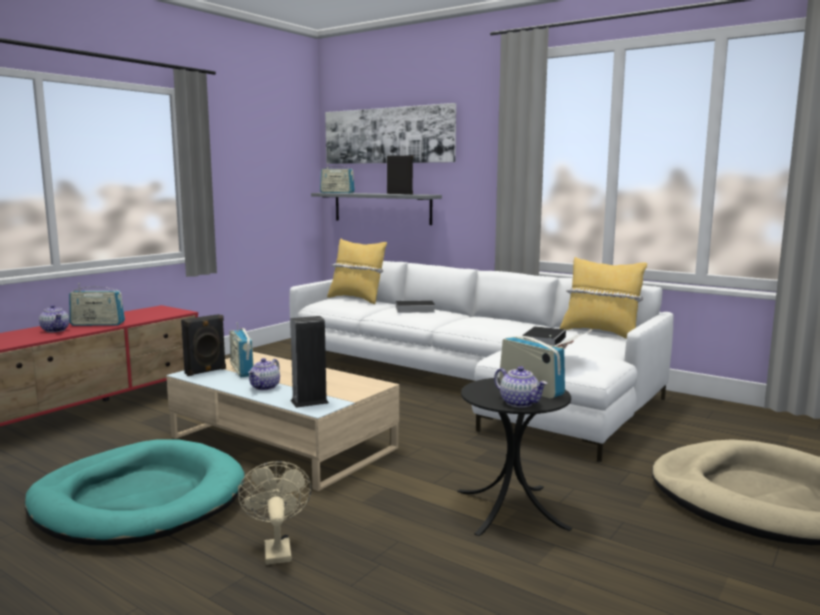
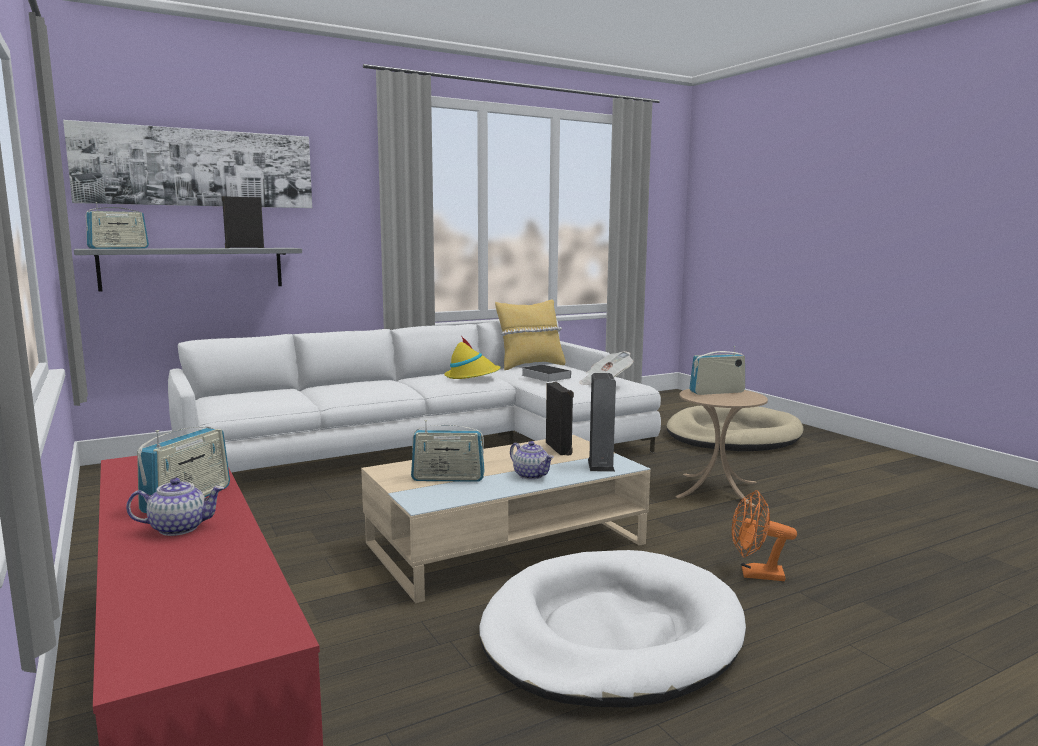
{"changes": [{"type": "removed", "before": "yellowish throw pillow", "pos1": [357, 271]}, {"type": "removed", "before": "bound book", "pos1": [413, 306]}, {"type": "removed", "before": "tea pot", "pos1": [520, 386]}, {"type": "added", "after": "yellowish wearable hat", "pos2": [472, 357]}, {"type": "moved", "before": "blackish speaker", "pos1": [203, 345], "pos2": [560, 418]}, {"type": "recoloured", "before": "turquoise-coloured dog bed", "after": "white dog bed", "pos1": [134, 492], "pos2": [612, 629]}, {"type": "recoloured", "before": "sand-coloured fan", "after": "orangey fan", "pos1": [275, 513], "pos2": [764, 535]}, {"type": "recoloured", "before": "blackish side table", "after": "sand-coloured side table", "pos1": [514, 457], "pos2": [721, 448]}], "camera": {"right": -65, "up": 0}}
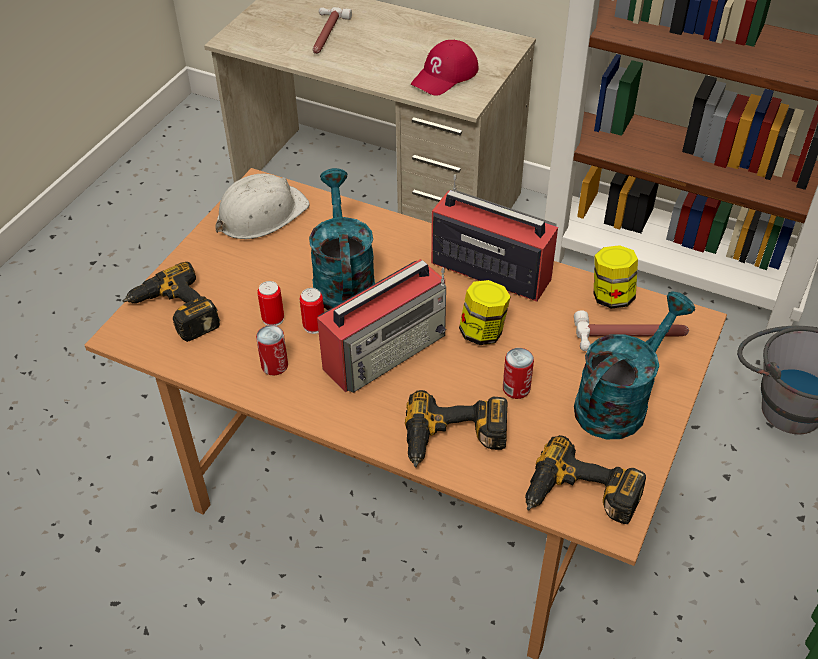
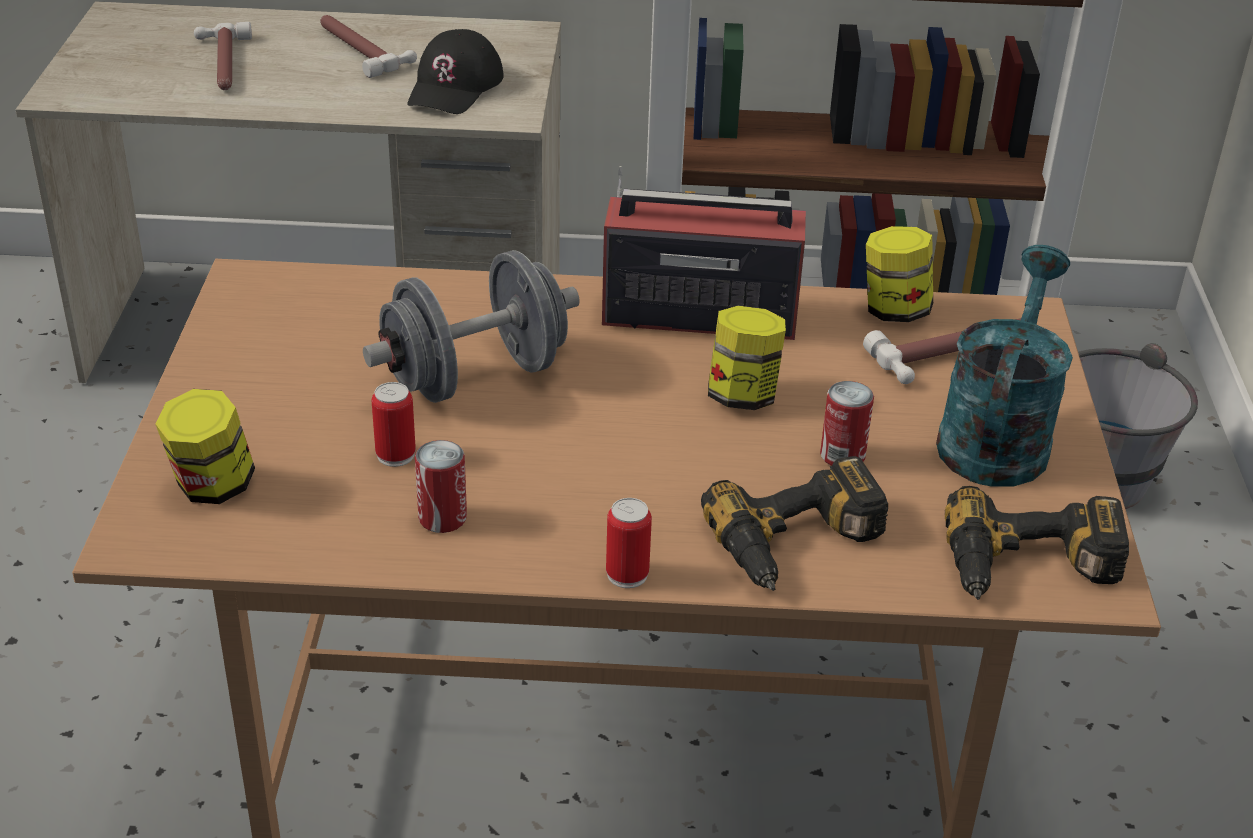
{"changes": [{"type": "removed", "before": "white safety helmet", "pos1": [262, 206]}, {"type": "removed", "before": "radio receiver", "pos1": [381, 326]}, {"type": "added", "after": "tool hammer", "pos2": [368, 46]}, {"type": "moved", "before": "metal can", "pos1": [312, 311], "pos2": [629, 543]}, {"type": "replaced", "before": "power drill", "after": "storage jar", "pos1": [171, 302], "pos2": [205, 446]}, {"type": "replaced", "before": "turquoise-coloured watering pot", "after": "grey dumbbell", "pos1": [342, 239], "pos2": [471, 326]}, {"type": "recoloured", "before": "red-coloured cap", "after": "blackish cap", "pos1": [445, 68], "pos2": [455, 71]}], "camera": {"right": -25, "up": -10}}
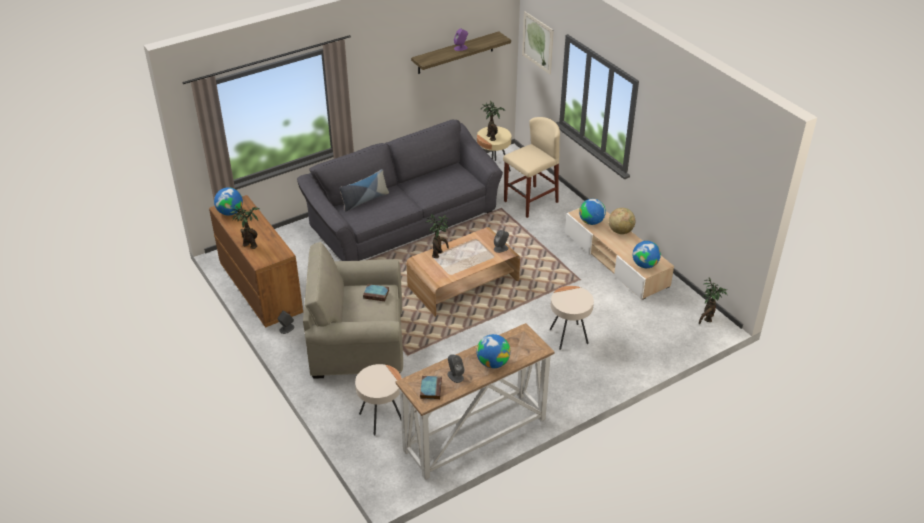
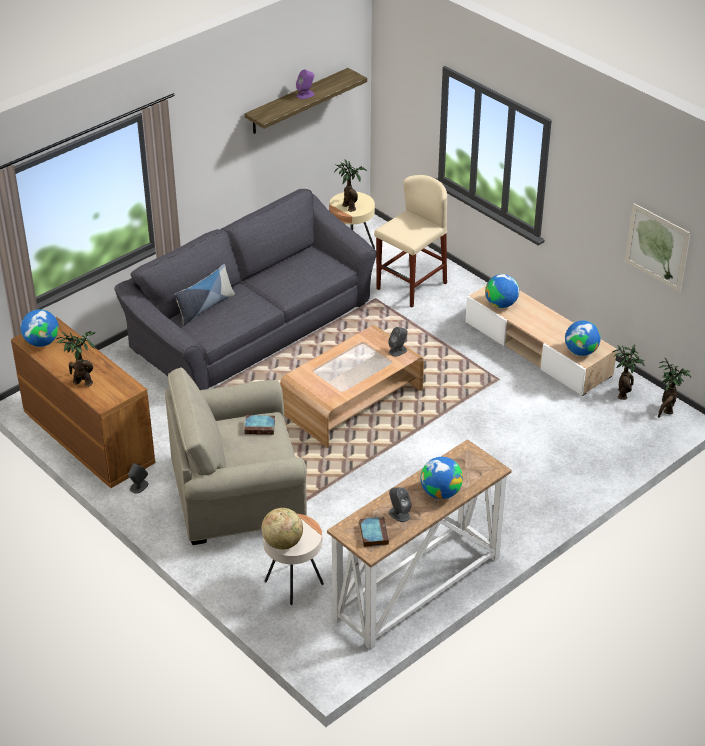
{"changes": [{"type": "removed", "before": "sand-coloured side table", "pos1": [572, 318]}, {"type": "moved", "before": "potted plant", "pos1": [437, 236], "pos2": [629, 372]}, {"type": "moved", "before": "wall art", "pos1": [538, 42], "pos2": [658, 247]}, {"type": "moved", "before": "globe", "pos1": [622, 221], "pos2": [282, 529]}], "camera": {"right": -10, "up": 0}}
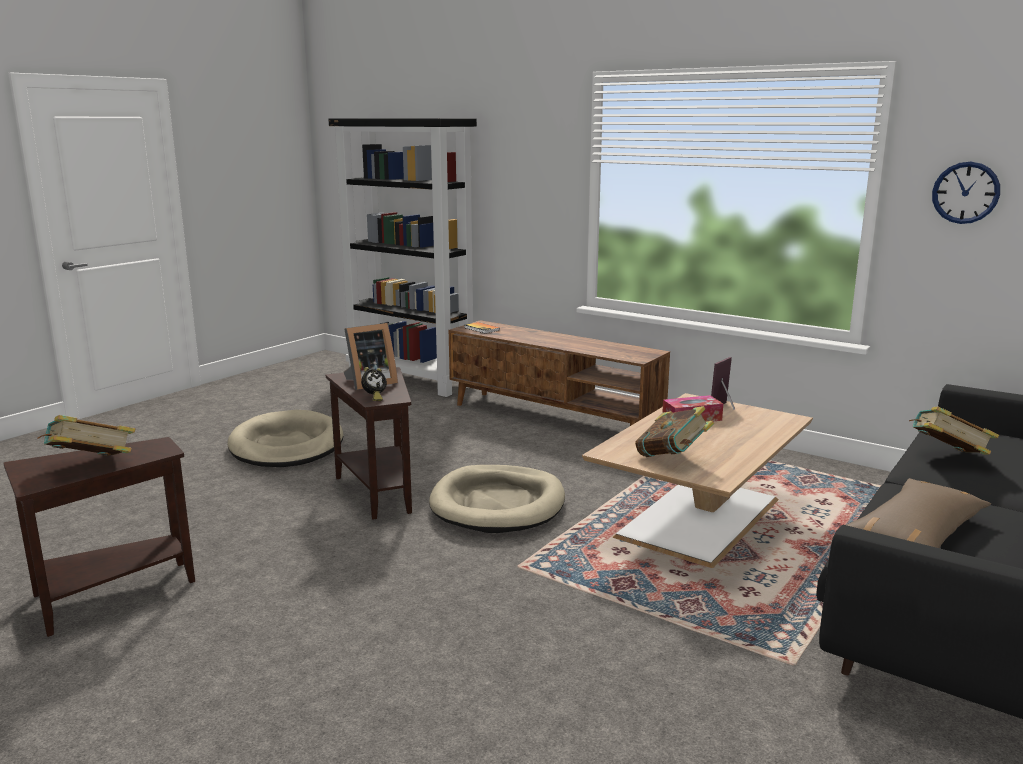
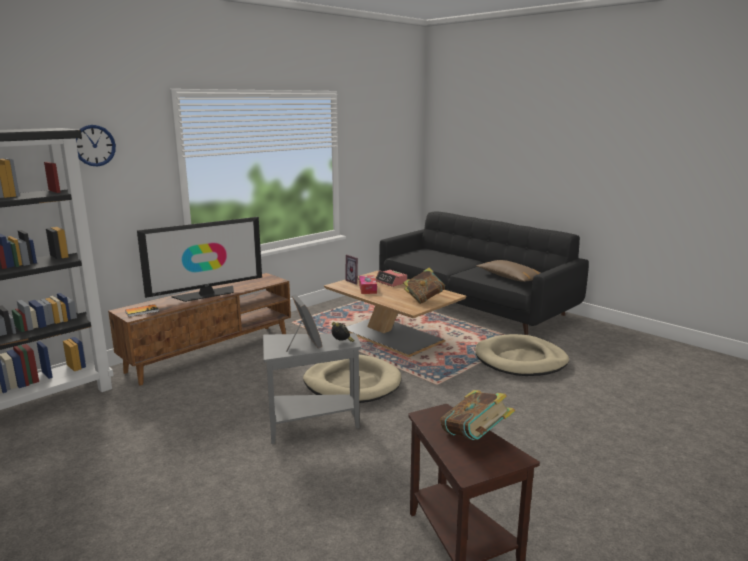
{"changes": [{"type": "removed", "before": "bound book", "pos1": [954, 430]}, {"type": "added", "after": "television", "pos2": [199, 259]}, {"type": "added", "after": "alarm clock", "pos2": [391, 278]}, {"type": "moved", "before": "sand-coloured dog bed", "pos1": [285, 438], "pos2": [522, 355]}, {"type": "moved", "before": "hanging clock", "pos1": [966, 193], "pos2": [96, 145]}, {"type": "recoloured", "before": "brown-coloured side table", "after": "grey side table", "pos1": [369, 443], "pos2": [312, 388]}], "camera": {"right": -80, "up": 0}}
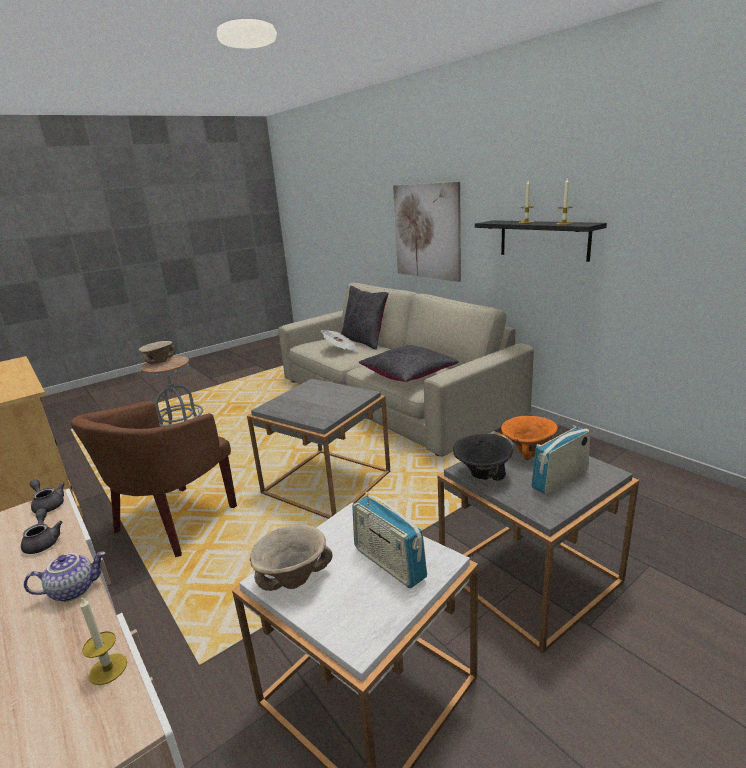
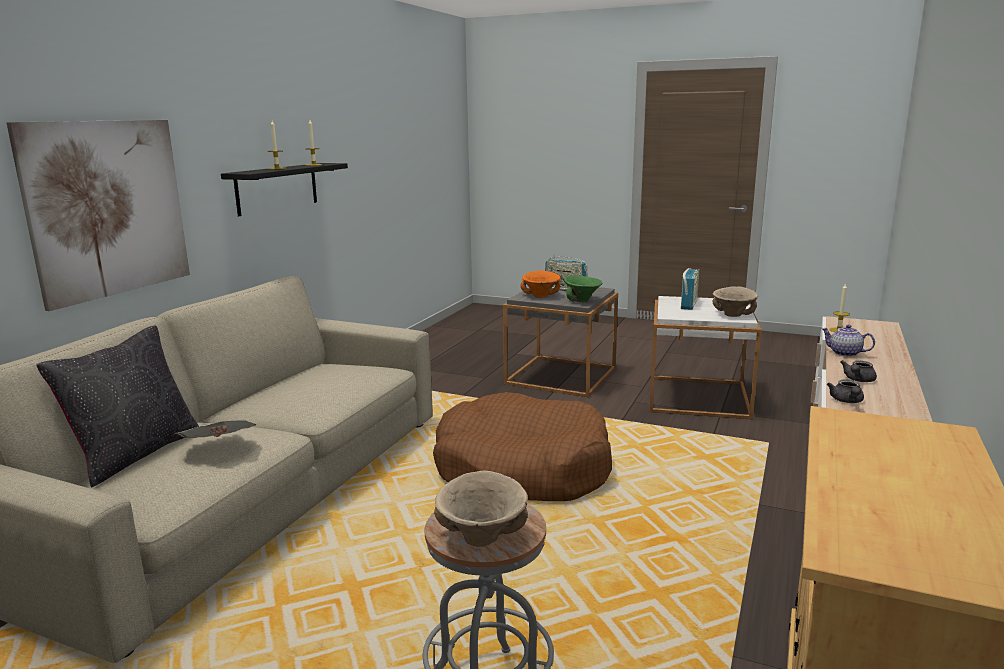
{"changes": [{"type": "removed", "before": "brown-coloured armchair", "pos1": [154, 479]}, {"type": "removed", "before": "blackish throw pillow", "pos1": [409, 363]}, {"type": "replaced", "before": "grey side table", "after": "brown-coloured dog bed", "pos1": [318, 449], "pos2": [522, 446]}, {"type": "recoloured", "before": "blackish bowl", "after": "green bowl", "pos1": [483, 457], "pos2": [583, 288]}], "camera": {"right": -120, "up": -5}}
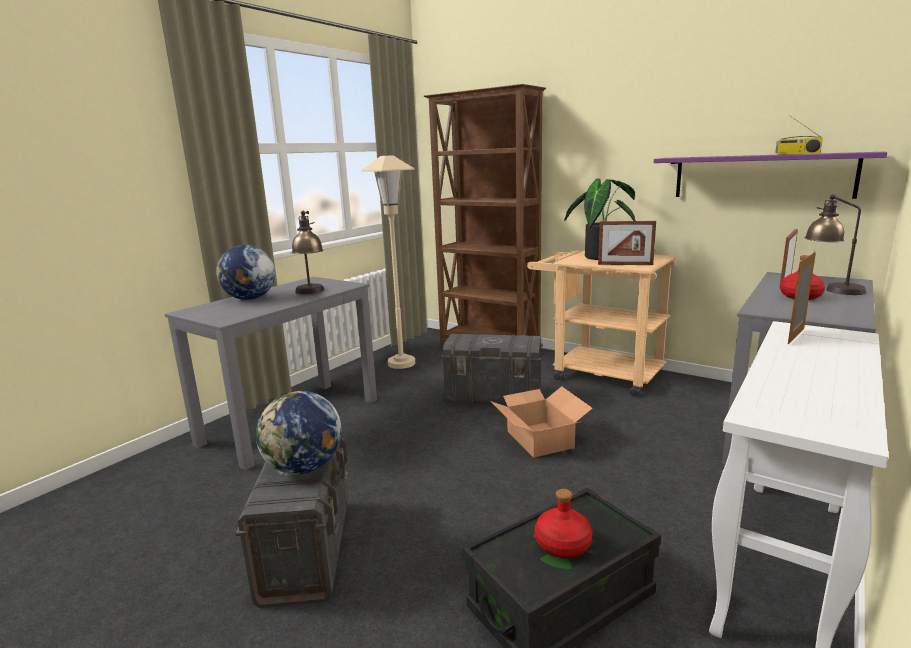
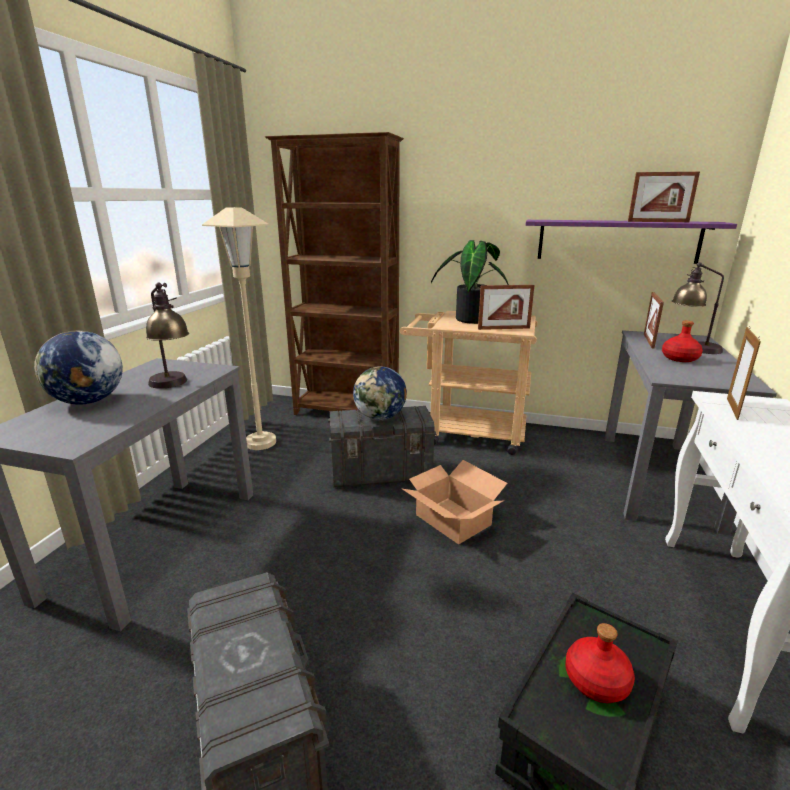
{"changes": [{"type": "moved", "before": "globe", "pos1": [298, 432], "pos2": [380, 393]}, {"type": "replaced", "before": "radio receiver", "after": "photo frame", "pos1": [799, 135], "pos2": [664, 197]}], "camera": {"right": -20, "up": 5}}
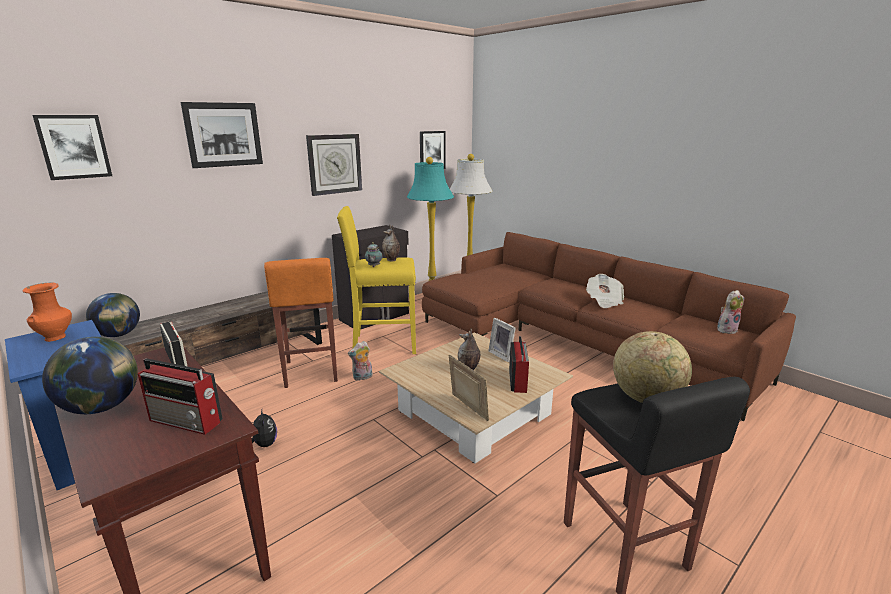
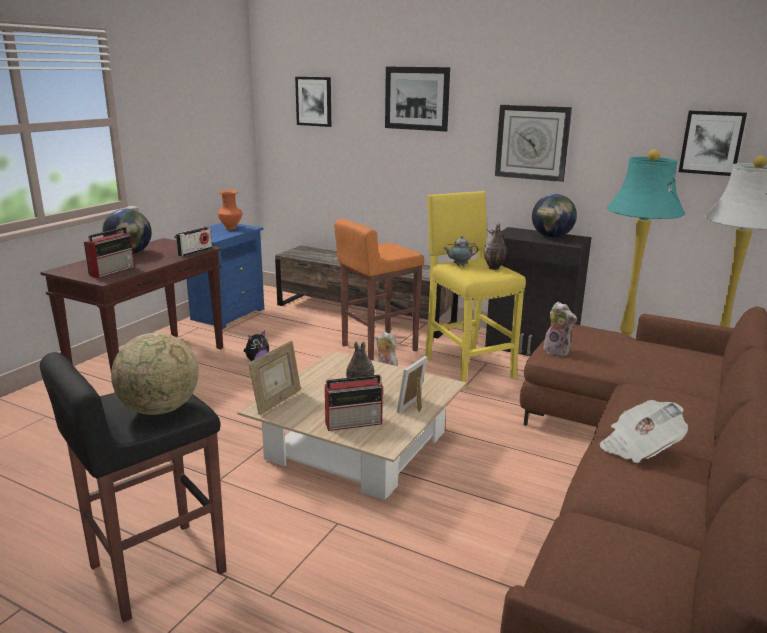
{"changes": [{"type": "moved", "before": "globe", "pos1": [113, 315], "pos2": [554, 216]}, {"type": "moved", "before": "cuddly toy", "pos1": [730, 312], "pos2": [560, 329]}, {"type": "turned", "before": "radio receiver", "pos1": [180, 397], "pos2": [109, 252], "turn": -150}], "camera": {"right": 70, "up": 0}}
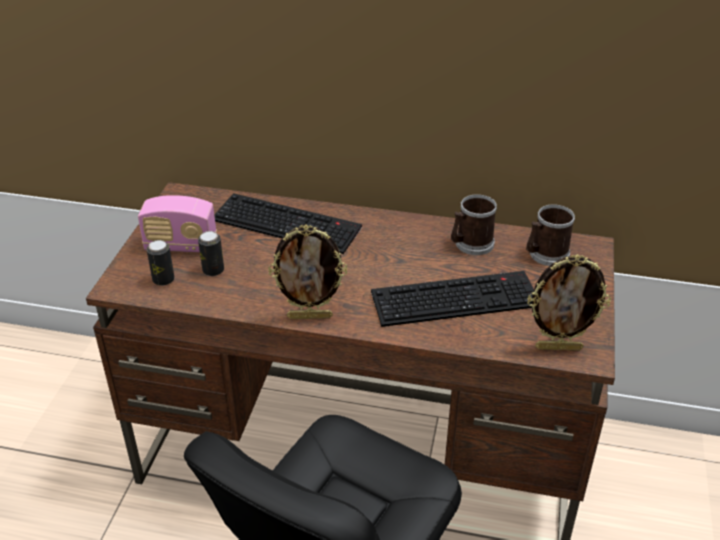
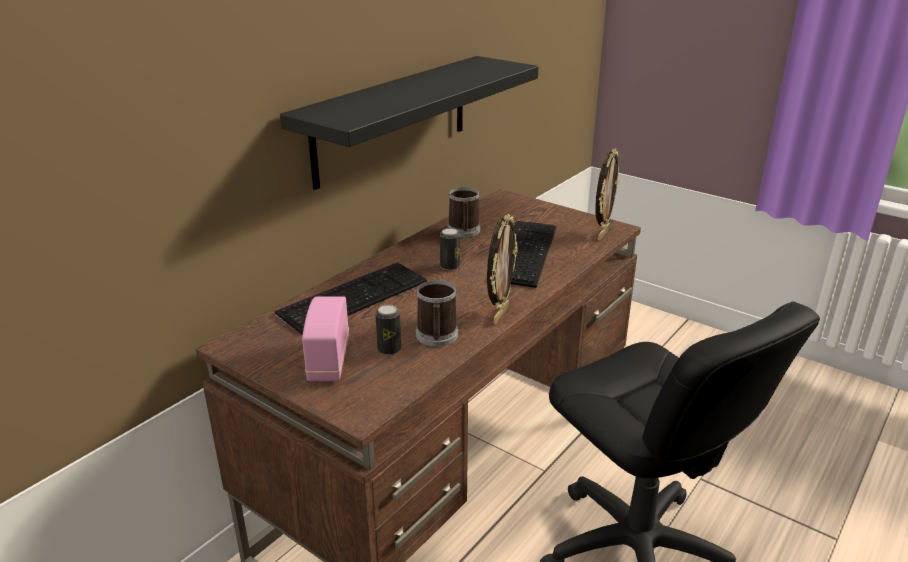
{"changes": [{"type": "added", "after": "blackish bracket shelf", "pos2": [409, 123]}, {"type": "moved", "before": "metal can", "pos1": [161, 263], "pos2": [450, 249]}, {"type": "moved", "before": "mug", "pos1": [550, 235], "pos2": [437, 313]}, {"type": "turned", "before": "radio receiver", "pos1": [177, 224], "pos2": [325, 338], "turn": 150}], "camera": {"right": -65, "up": -10}}
